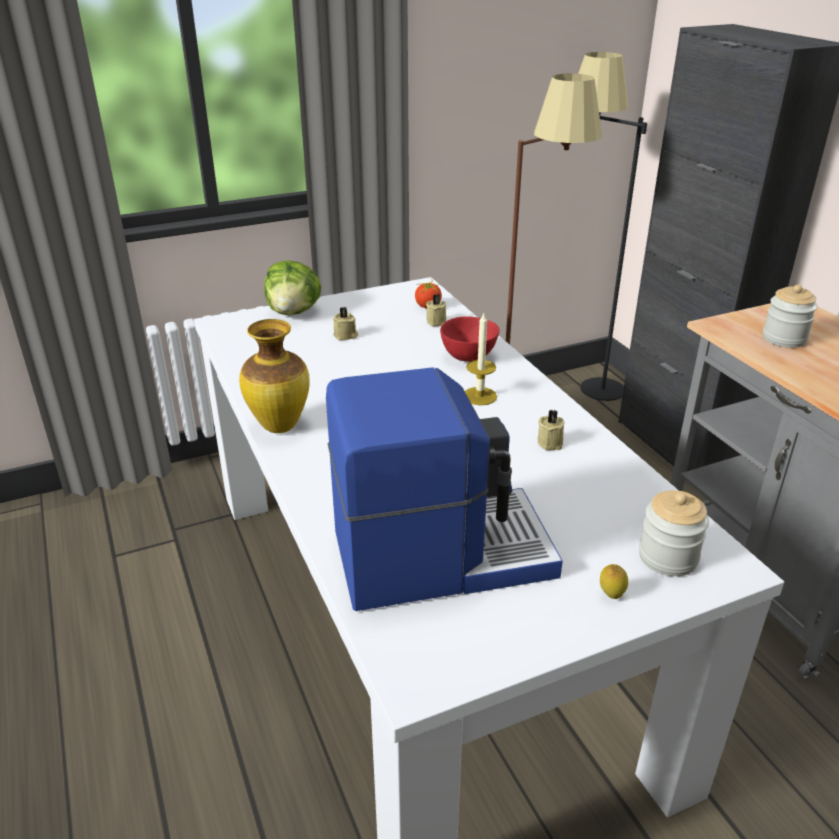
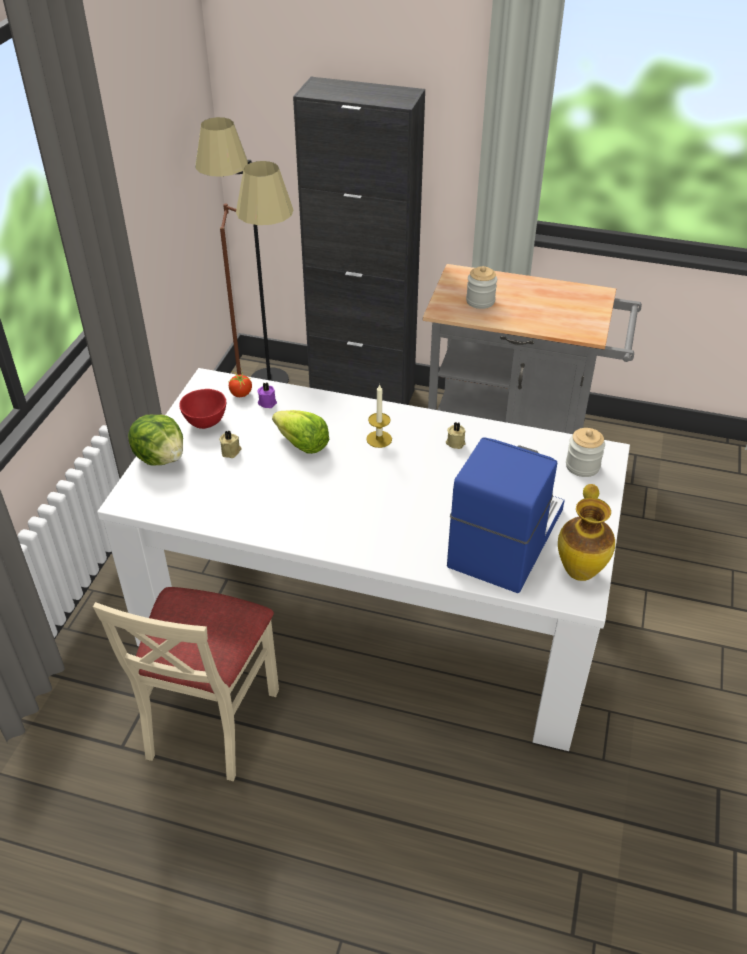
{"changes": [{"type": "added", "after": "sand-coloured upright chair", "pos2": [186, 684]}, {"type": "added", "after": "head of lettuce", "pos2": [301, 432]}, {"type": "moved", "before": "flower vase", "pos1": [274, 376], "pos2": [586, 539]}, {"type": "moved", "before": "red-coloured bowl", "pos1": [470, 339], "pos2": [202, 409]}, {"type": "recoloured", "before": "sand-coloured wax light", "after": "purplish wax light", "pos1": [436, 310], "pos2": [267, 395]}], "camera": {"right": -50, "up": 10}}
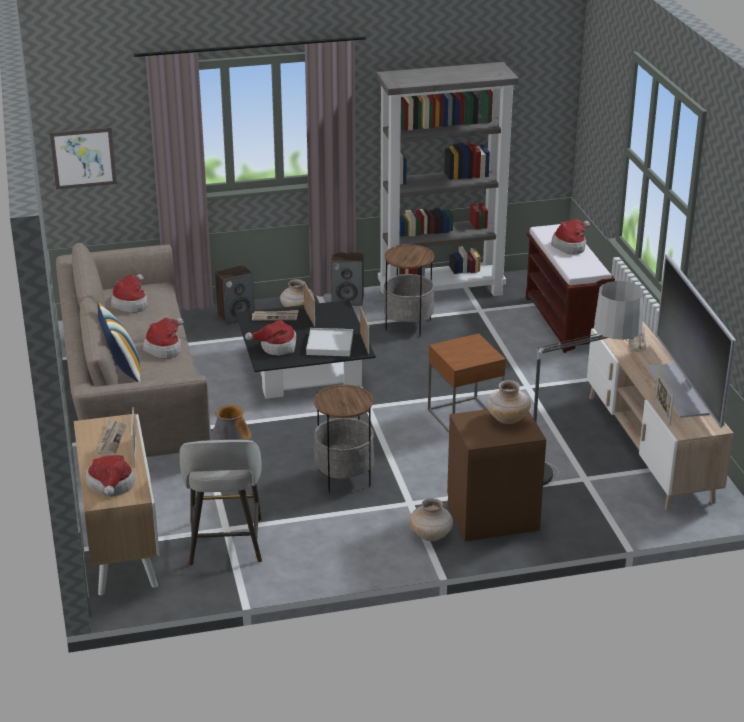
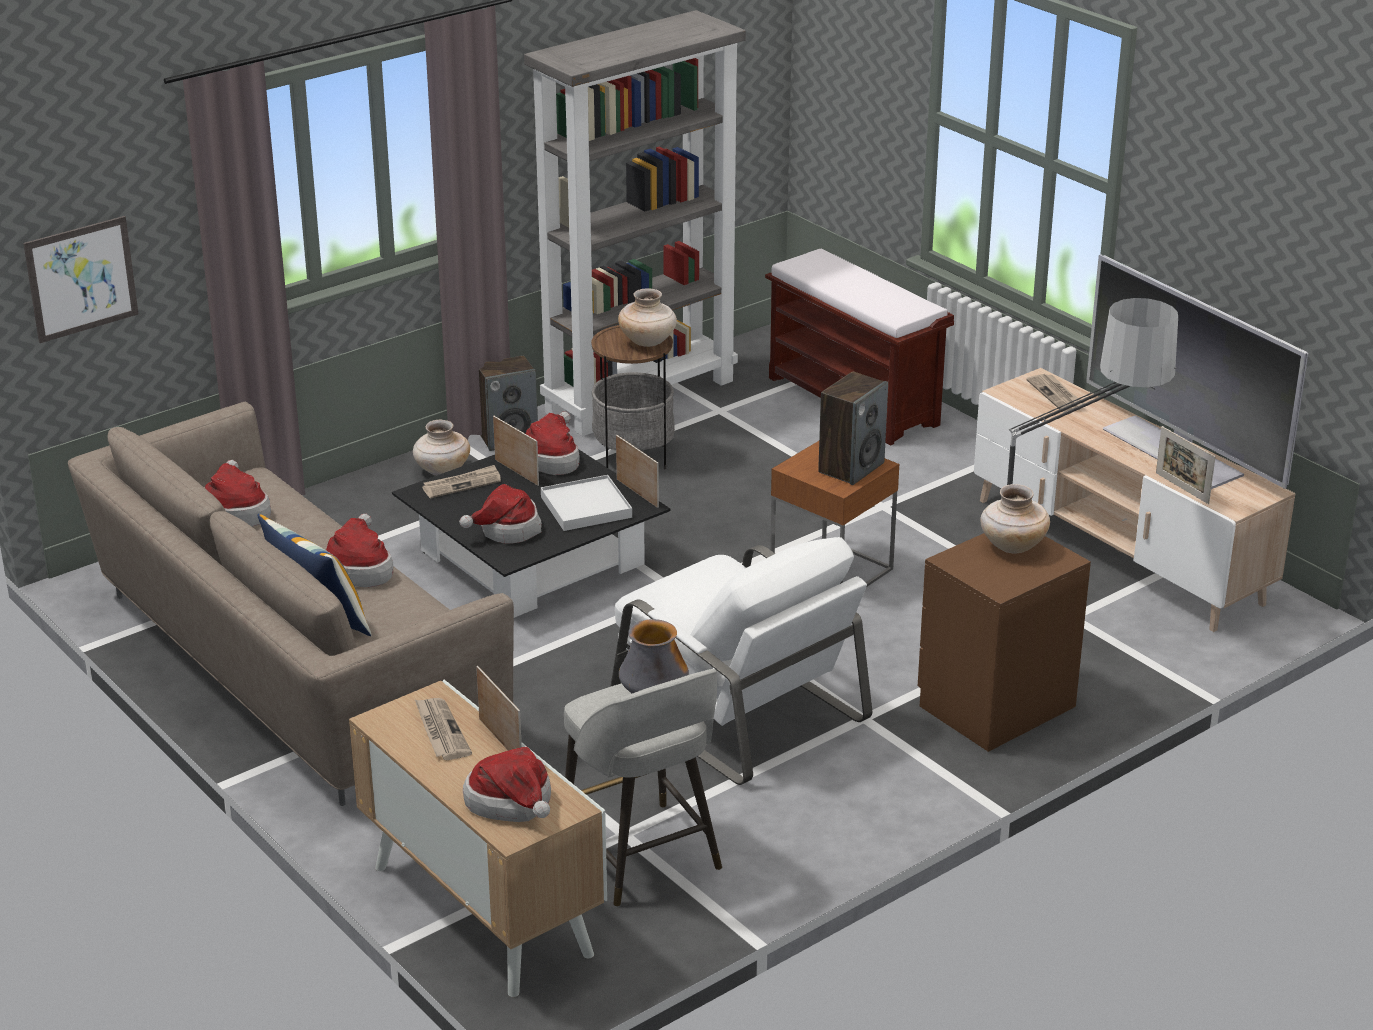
{"changes": [{"type": "moved", "before": "speaker", "pos1": [235, 295], "pos2": [853, 428]}, {"type": "moved", "before": "sand-coloured flower vase", "pos1": [431, 519], "pos2": [647, 317]}, {"type": "moved", "before": "wearable hat", "pos1": [570, 237], "pos2": [553, 443]}, {"type": "replaced", "before": "side table", "after": "white armchair", "pos1": [344, 439], "pos2": [741, 661]}], "camera": {"right": -25, "up": 0}}
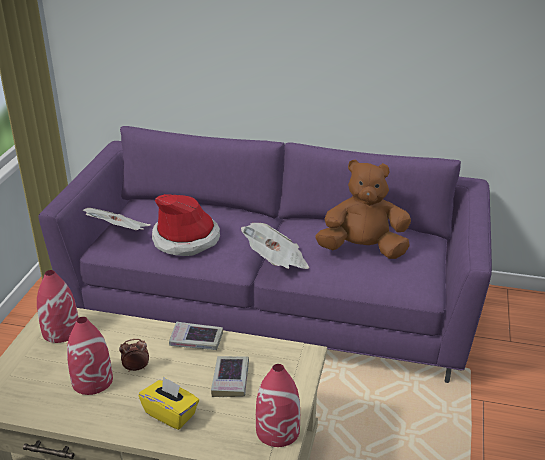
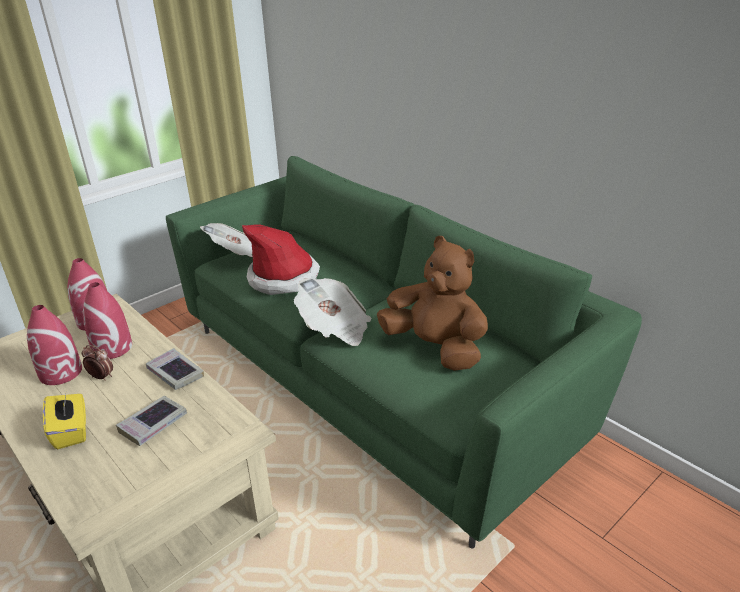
{"changes": [{"type": "moved", "before": "red-coloured flower vase", "pos1": [278, 405], "pos2": [107, 320]}, {"type": "recoloured", "before": "purplish sofa", "after": "green sofa", "pos1": [265, 254], "pos2": [404, 352]}], "camera": {"right": 35, "up": 0}}
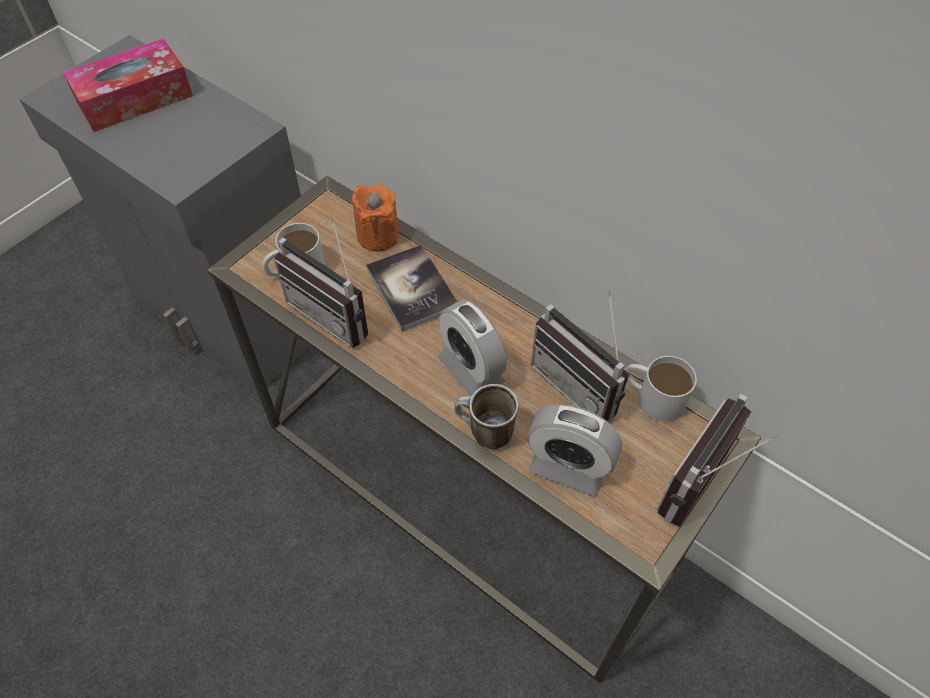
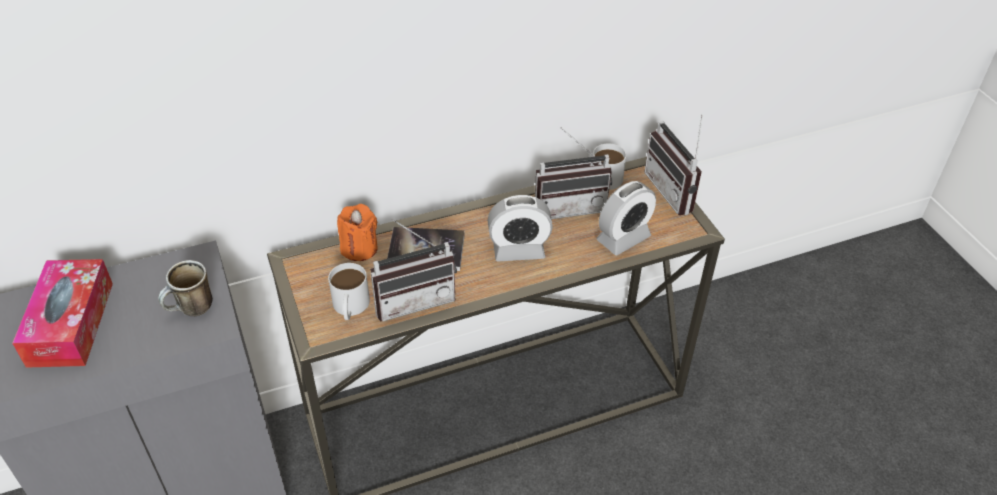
{"changes": [{"type": "moved", "before": "mug", "pos1": [486, 416], "pos2": [185, 288]}], "camera": {"right": -60, "up": -10}}
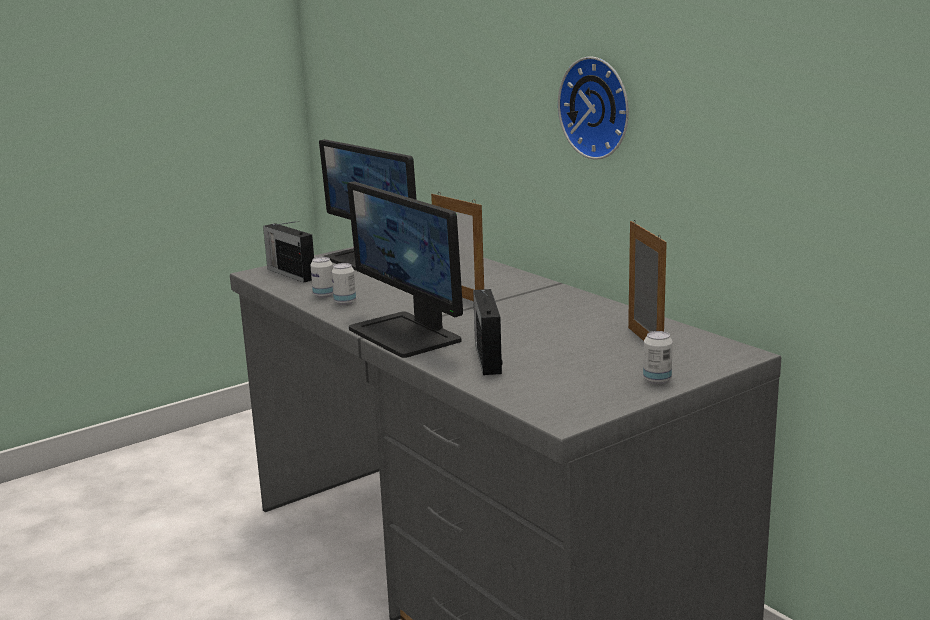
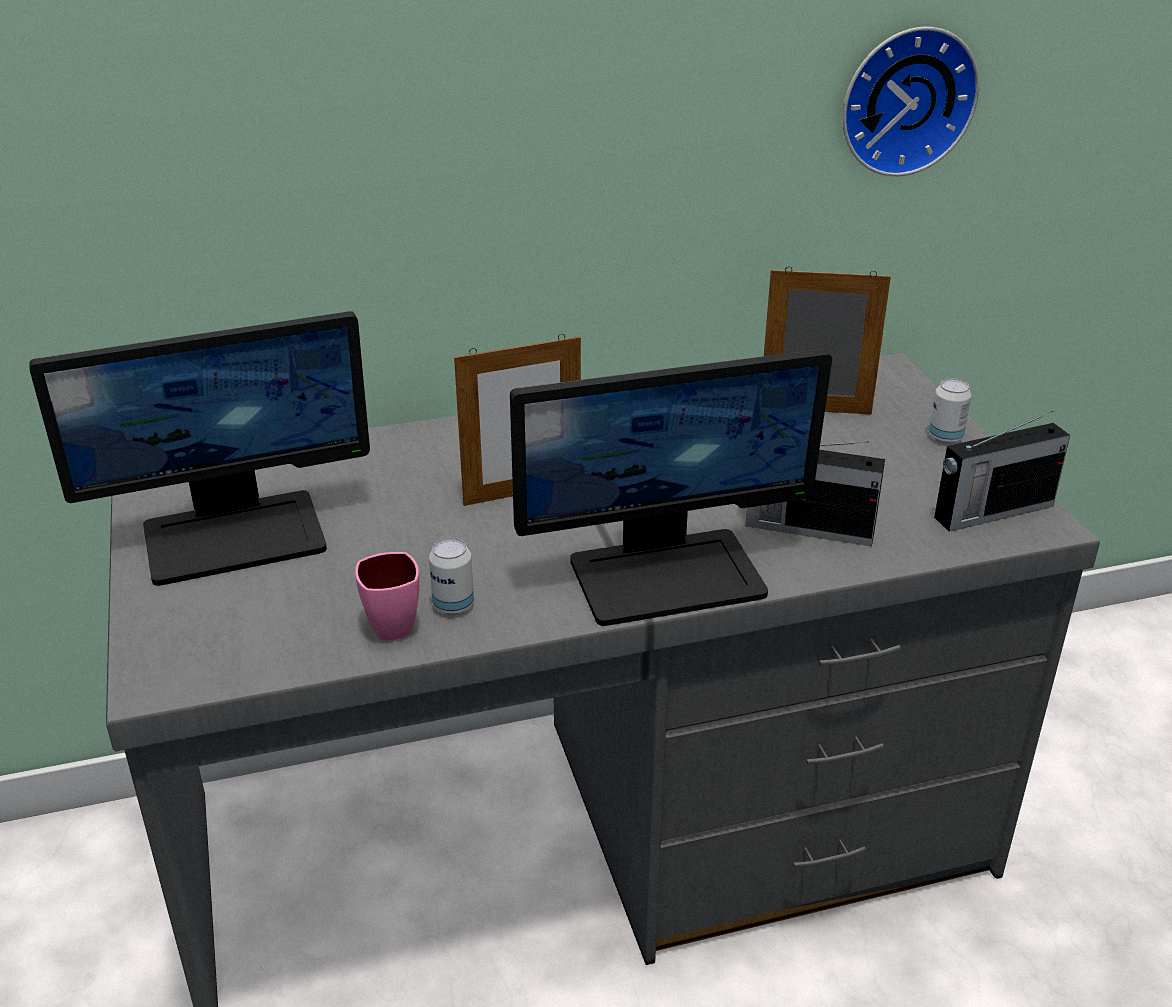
{"changes": [{"type": "moved", "before": "radio receiver", "pos1": [288, 251], "pos2": [1002, 471]}, {"type": "moved", "before": "hanging clock", "pos1": [593, 108], "pos2": [911, 101]}, {"type": "replaced", "before": "metal can", "after": "pink-coloured mug", "pos1": [321, 277], "pos2": [387, 596]}], "camera": {"right": -70, "up": 15}}
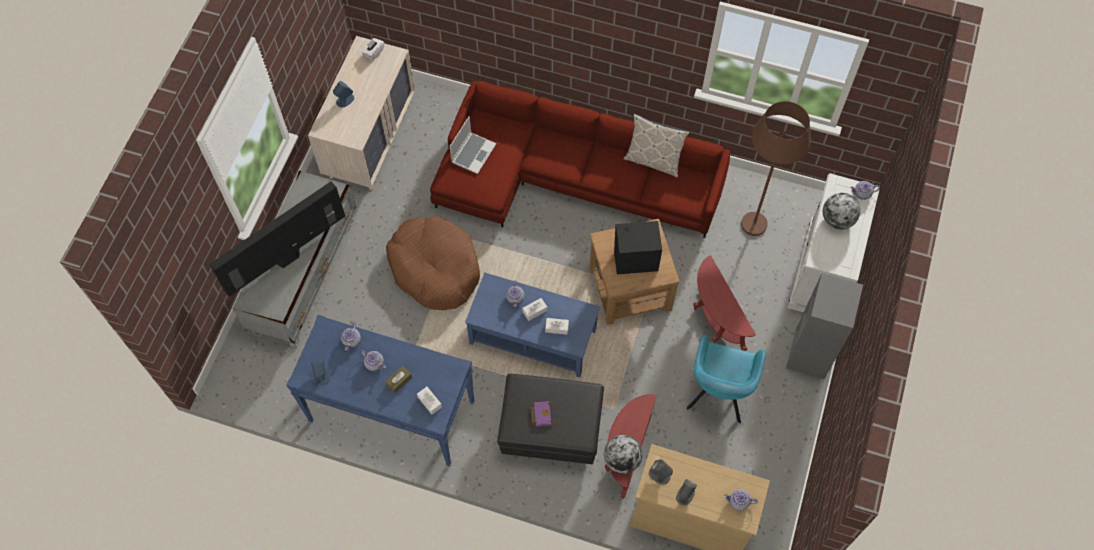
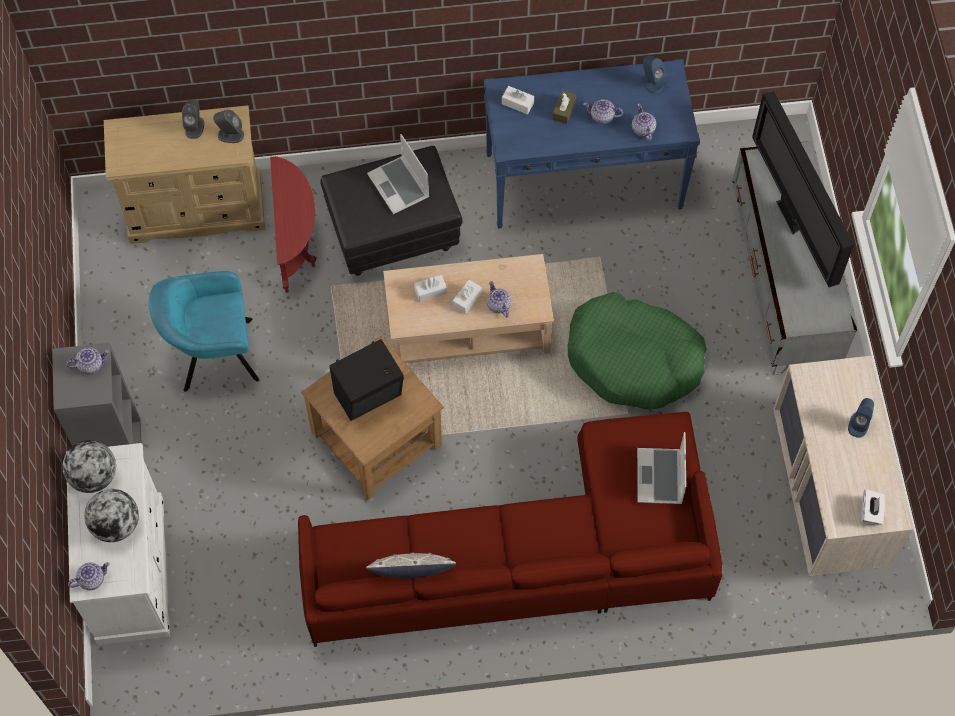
{"changes": [{"type": "removed", "before": "red-coloured side table", "pos1": [724, 303]}, {"type": "removed", "before": "brown-coloured floor lamp", "pos1": [776, 168]}, {"type": "moved", "before": "globe", "pos1": [623, 454], "pos2": [89, 466]}, {"type": "moved", "before": "tea pot", "pos1": [741, 500], "pos2": [87, 361]}, {"type": "replaced", "before": "purplish bound book", "after": "laptop", "pos1": [542, 413], "pos2": [398, 174]}, {"type": "recoloured", "before": "brown-coloured dog bed", "after": "green dog bed", "pos1": [433, 263], "pos2": [637, 351]}, {"type": "recoloured", "before": "bluish lounge table", "after": "sand-coloured lounge table", "pos1": [532, 324], "pos2": [468, 308]}, {"type": "turned", "before": "television", "pos1": [277, 239], "pos2": [803, 188], "turn": 135}, {"type": "turned", "before": "turquoise-coloured armchair", "pos1": [726, 378], "pos2": [203, 331], "turn": -90}], "camera": {"right": 155, "up": 0}}
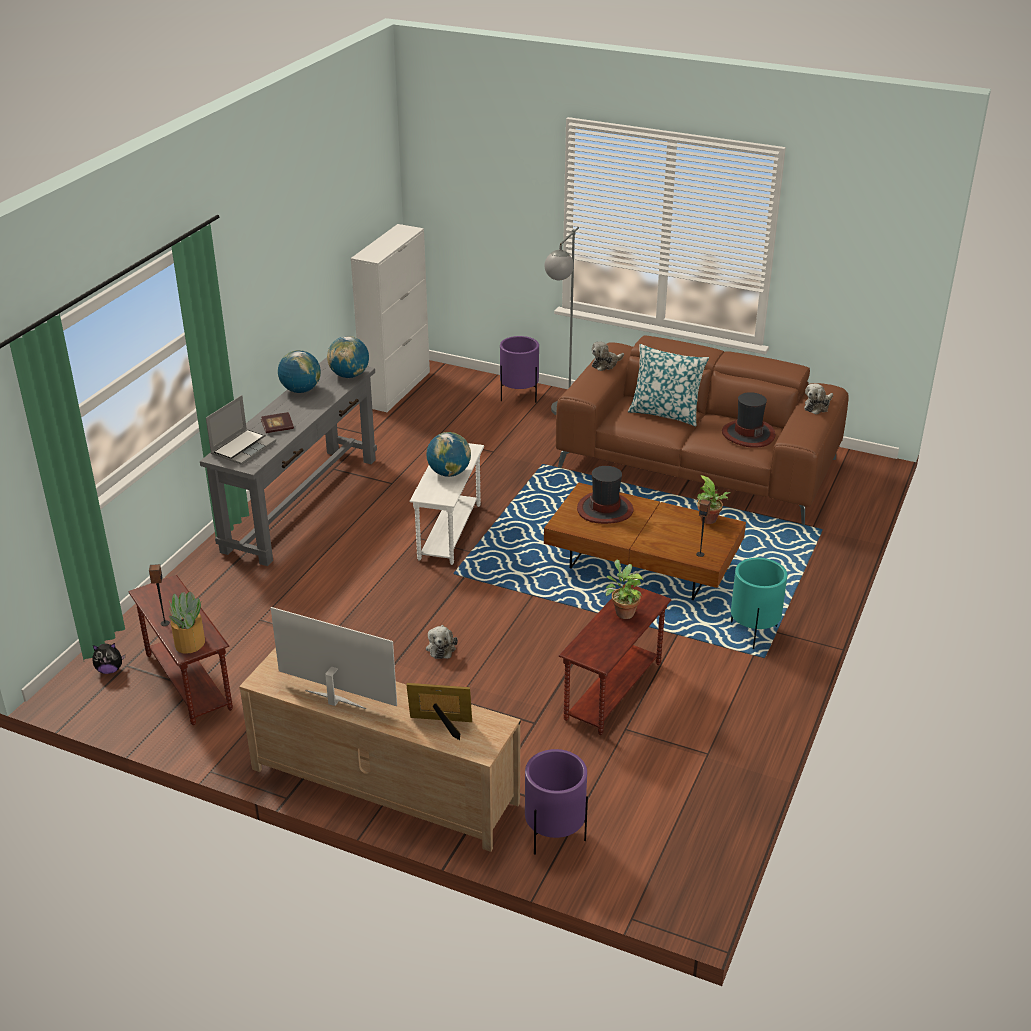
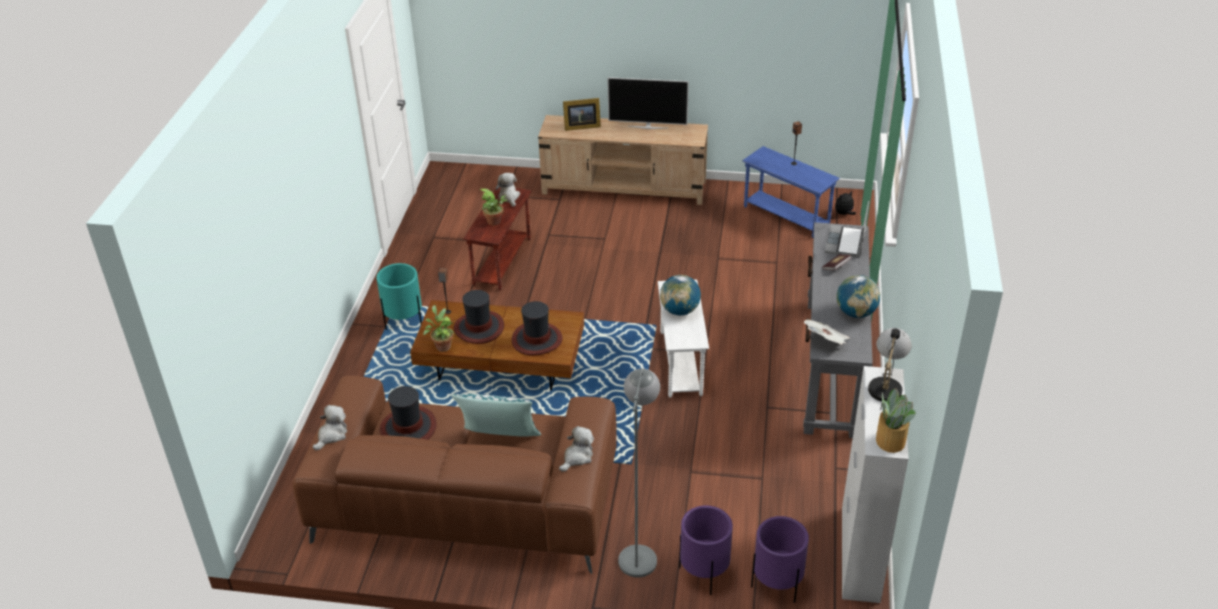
{"changes": [{"type": "added", "after": "wearable hat", "pos2": [479, 317]}, {"type": "added", "after": "lamp for a table", "pos2": [890, 369]}, {"type": "moved", "before": "potted plant", "pos1": [187, 622], "pos2": [896, 420]}, {"type": "moved", "before": "cuddly toy", "pos1": [442, 642], "pos2": [508, 190]}, {"type": "moved", "before": "purplish flower pot", "pos1": [556, 802], "pos2": [780, 559]}, {"type": "replaced", "before": "globe", "after": "newspaper", "pos1": [348, 357], "pos2": [827, 332]}, {"type": "recoloured", "before": "brown-coloured side table", "after": "bluish side table", "pos1": [181, 650], "pos2": [791, 192]}], "camera": {"right": 165, "up": 5}}
